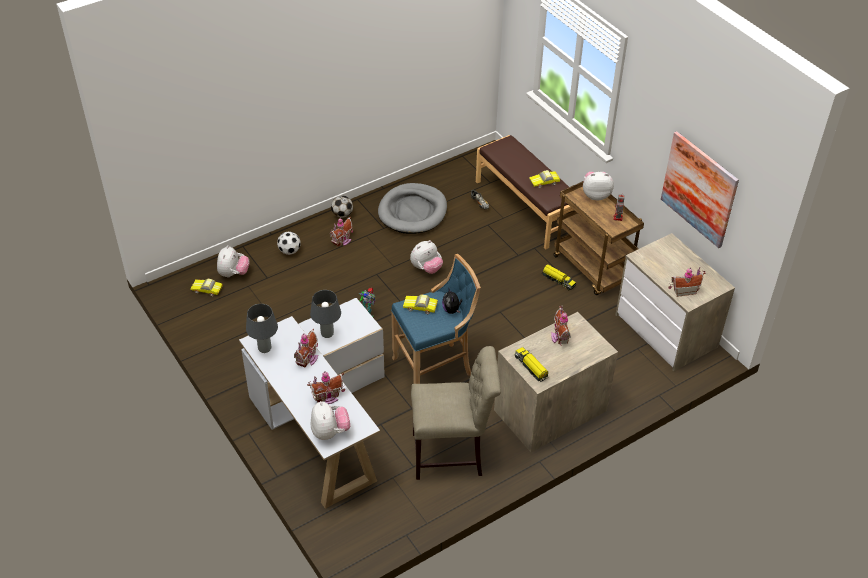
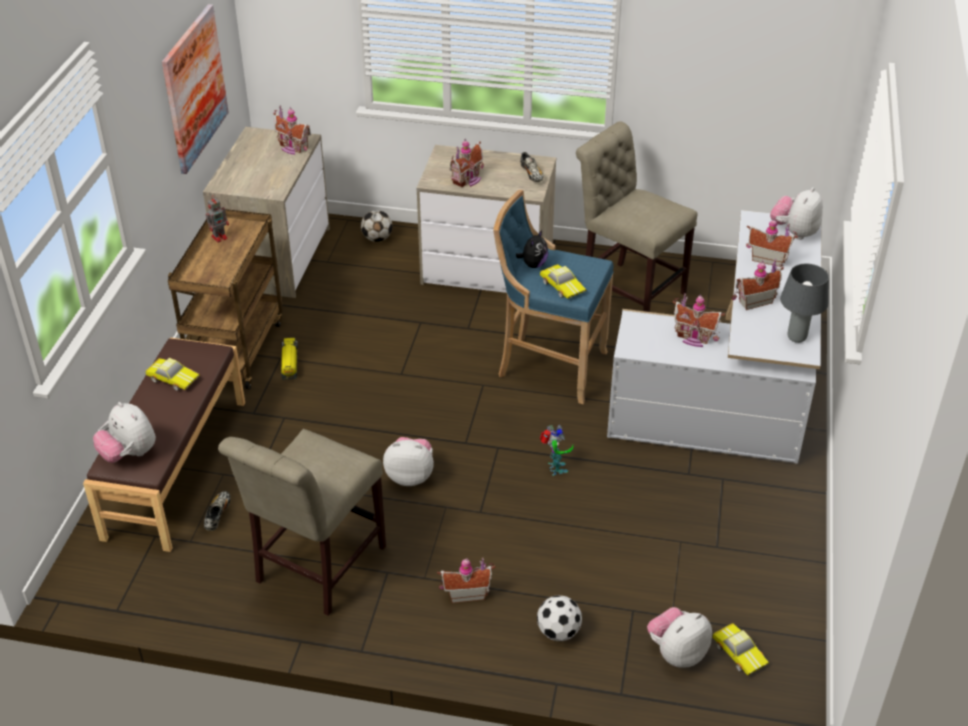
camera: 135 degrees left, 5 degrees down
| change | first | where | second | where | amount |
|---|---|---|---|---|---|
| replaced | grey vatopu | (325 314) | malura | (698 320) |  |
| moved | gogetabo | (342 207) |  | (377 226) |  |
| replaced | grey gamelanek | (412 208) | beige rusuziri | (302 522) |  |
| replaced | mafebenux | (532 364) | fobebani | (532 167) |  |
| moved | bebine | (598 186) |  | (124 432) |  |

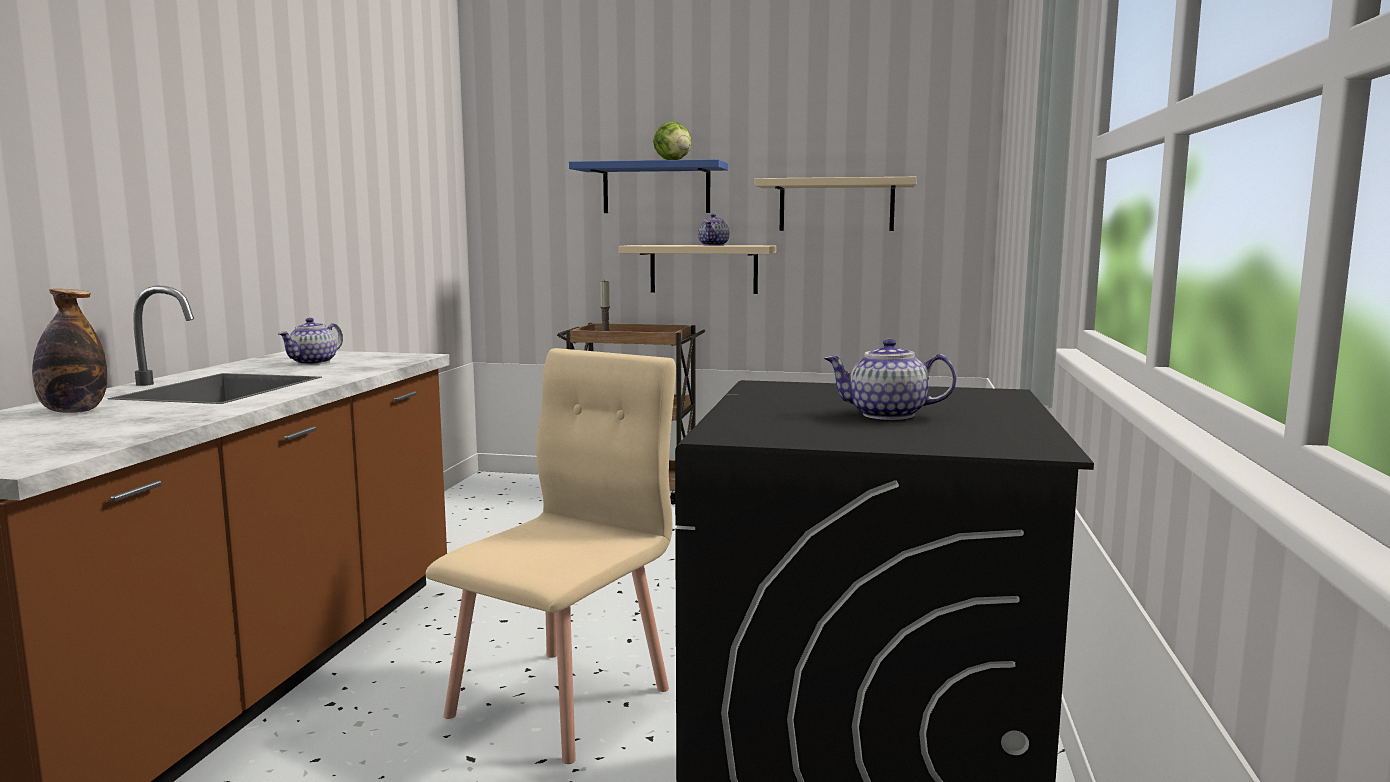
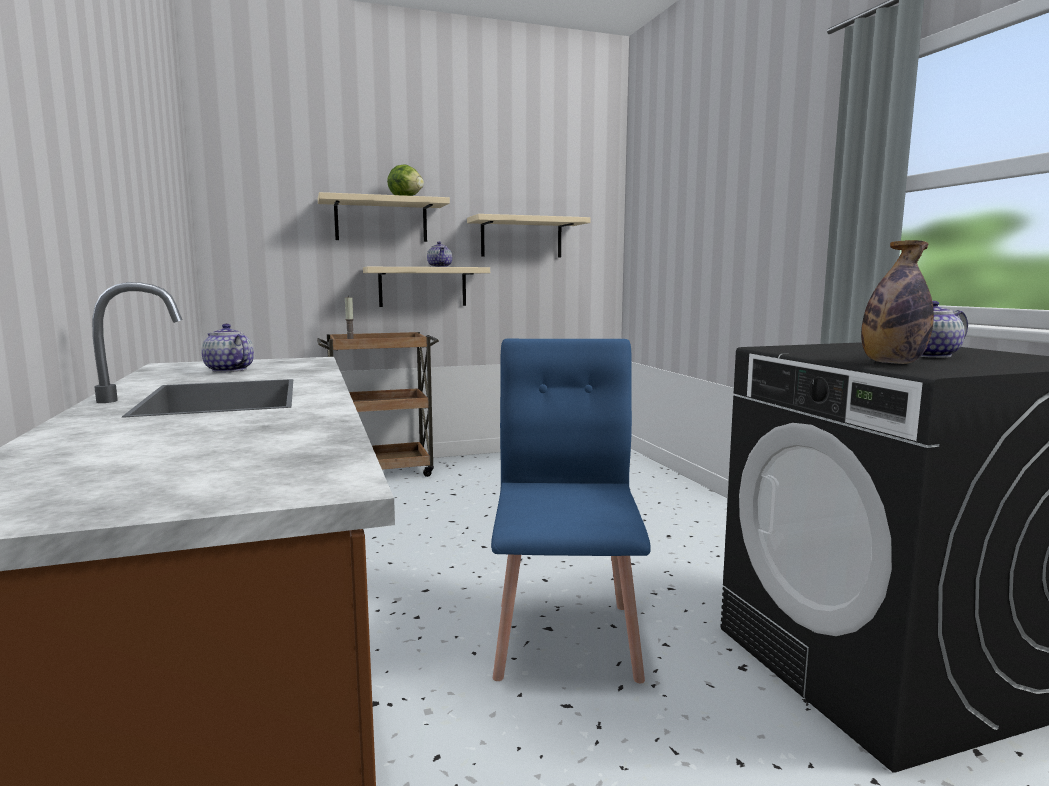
camera: 30 degrees left, 0 degrees up
| change | first | where | second | where | amount |
|---|---|---|---|---|---|
| moved | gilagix | (69 351) |  | (897 302) |  |
| turned | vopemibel | (310 341) |  | (227 348) | 135 degrees clockwise |
| recoloured | beige rusuziri | (551 556) | blue rusuziri | (571 511) |  |
| recoloured | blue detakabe | (648 186) | beige detakabe | (384 217) |  |

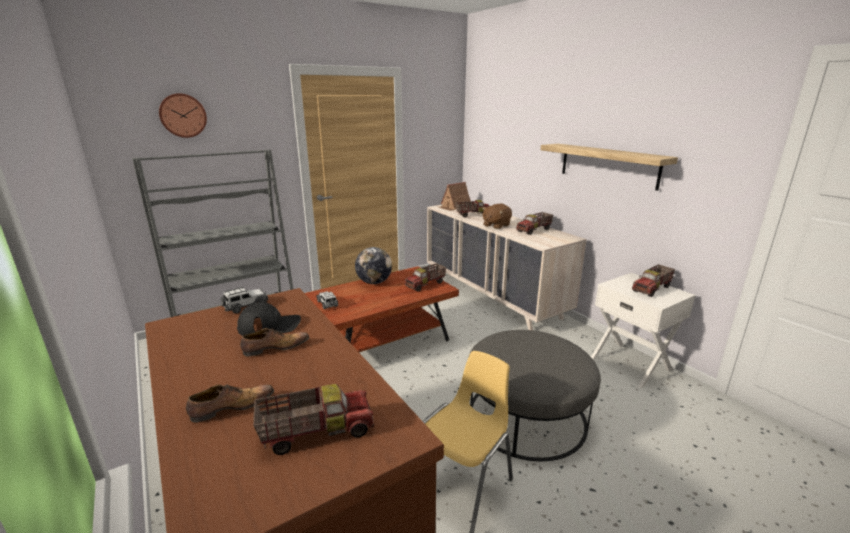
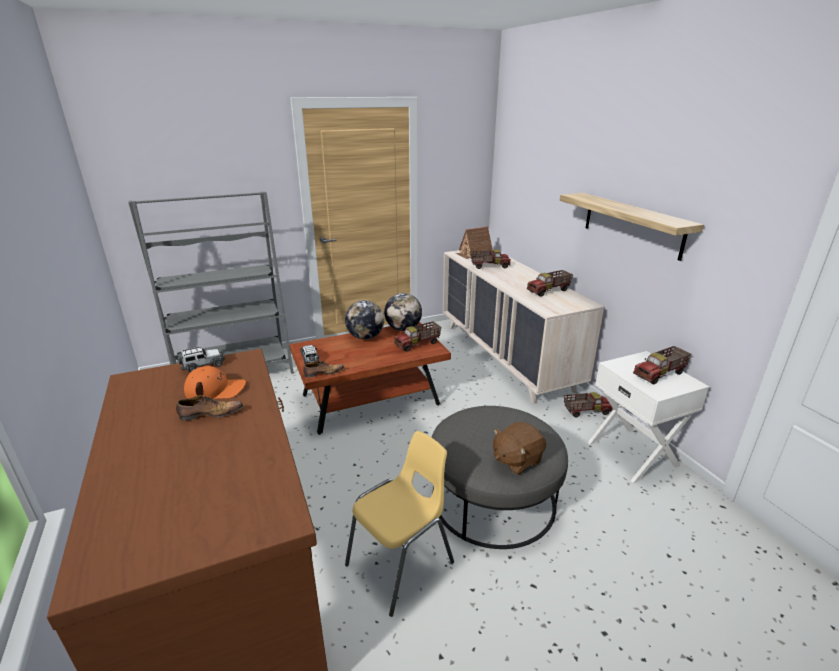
camera: 10 degrees right, 5 degrees up
| change | first | where | second | where | amount |
|---|---|---|---|---|---|
| removed | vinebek | (183 115) |  |  |  |
| moved | fobebani | (230 403) |  | (323 369) |  |
| recoloured | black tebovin | (269 319) | orange tebovin | (215 382) |  |
| moved | mafebenux | (313 419) |  | (588 404) |  |
| moved | brown bebine | (497 216) |  | (519 448) |  |
| added |  |  | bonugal | (403 312) |  |

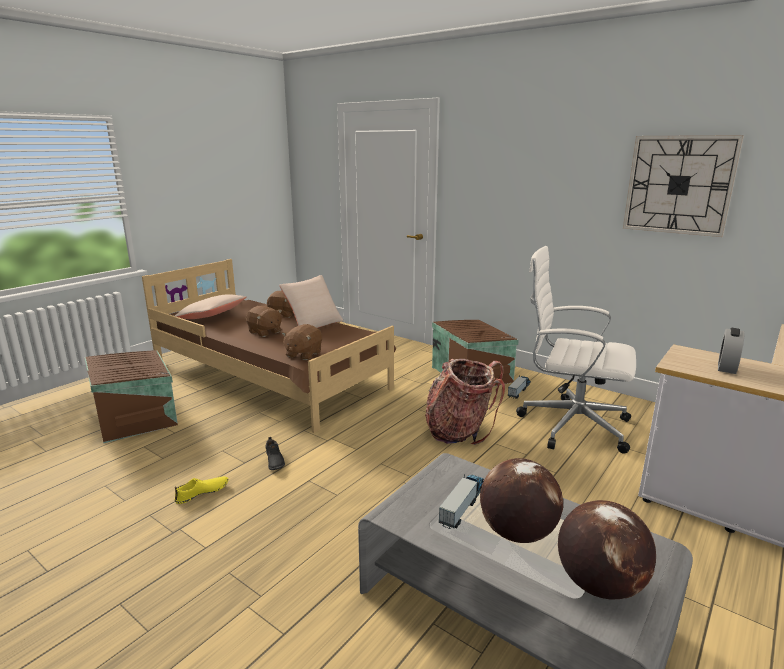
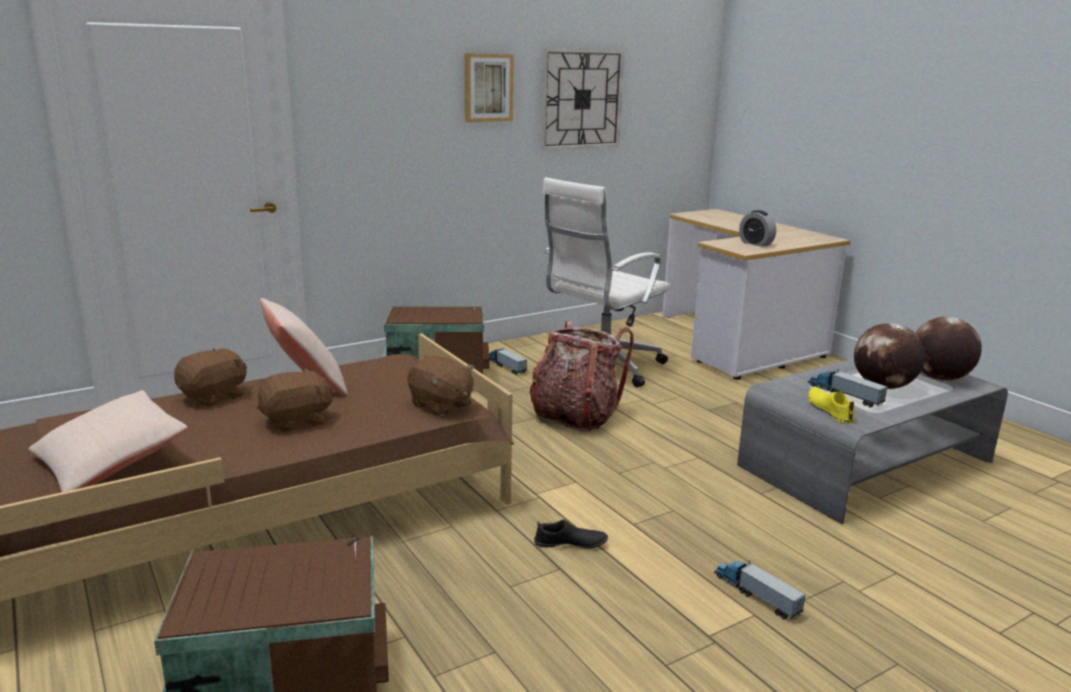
camera: 70 degrees left, 0 degrees up
| change | first | where | second | where | amount |
|---|---|---|---|---|---|
| moved | yellow fobebani | (201 490) |  | (831 405) |  |
| added |  |  | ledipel | (489 87) |  |
| added |  |  | mafebenux | (760 590) |  |

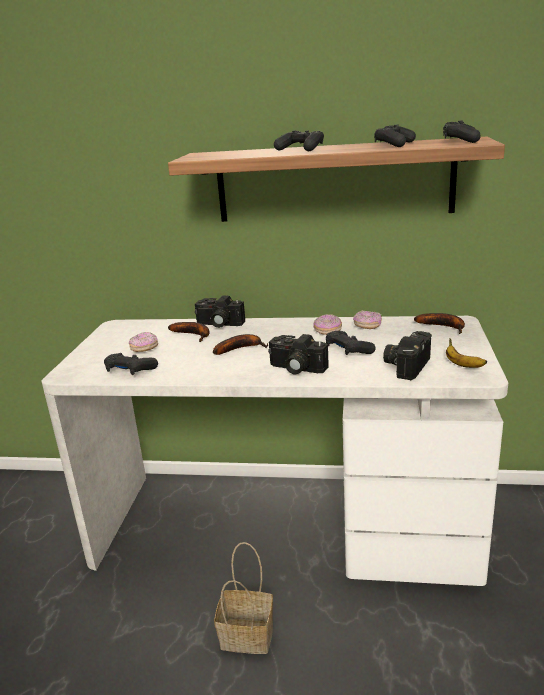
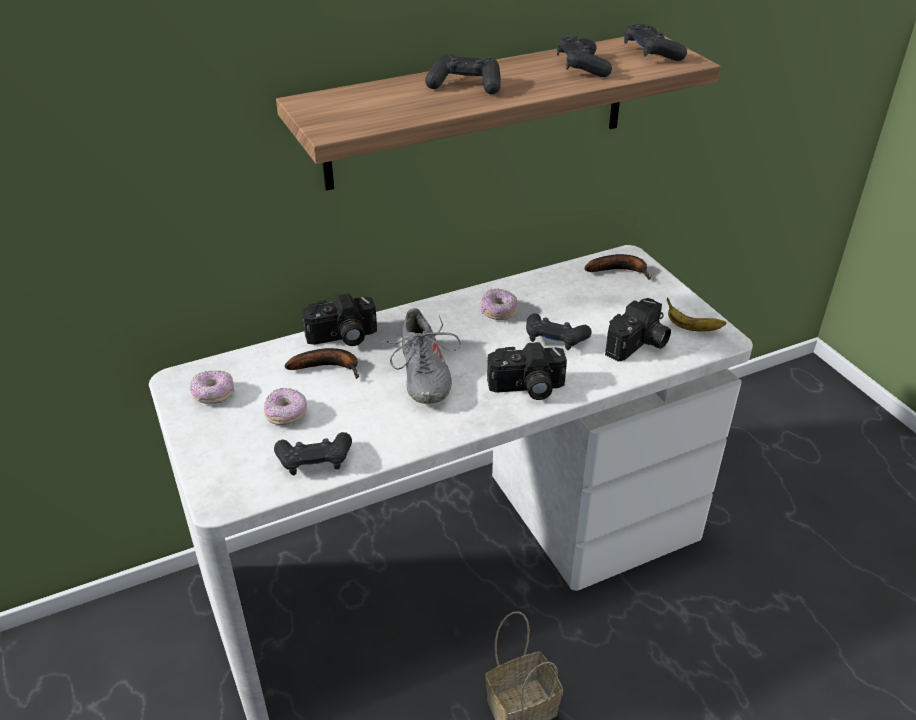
camera: 35 degrees left, 15 degrees up
| change | first | where | second | where | amount |
|---|---|---|---|---|---|
| replaced | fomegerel | (240 344) | grey fobebani | (420 356) |  |
| moved | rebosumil | (367 320) |  | (212 387) |  |
| turned | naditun | (407 355) |  | (638 330) | 135 degrees counterclockwise |

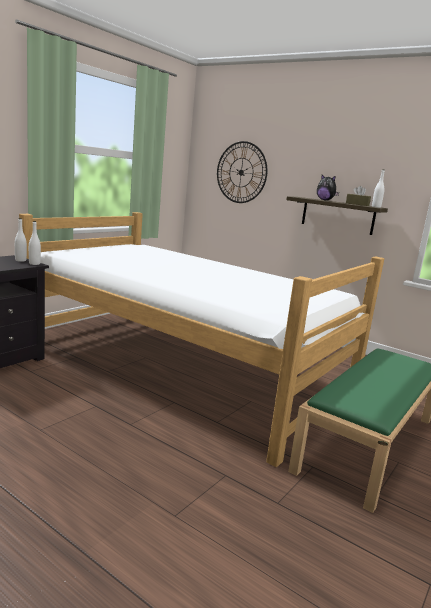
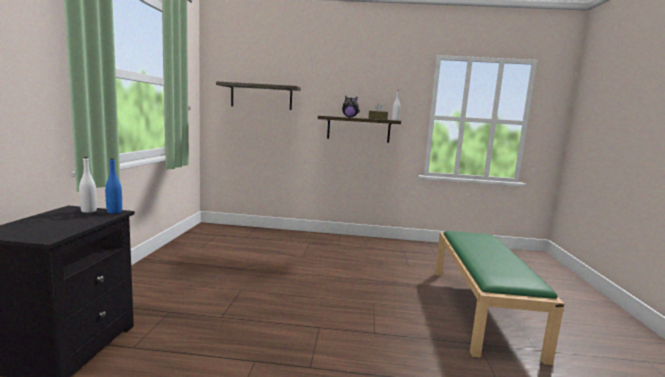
camera: 30 degrees left, 5 degrees down
| change | first | where | second | where | amount |
|---|---|---|---|---|---|
| removed | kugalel | (201 339) |  |  |  |
| recoloured | white gilagix | (35 243) | blue gilagix | (113 186) |  |
| replaced | vinebek | (242 172) | detakabe | (258 95) |  |

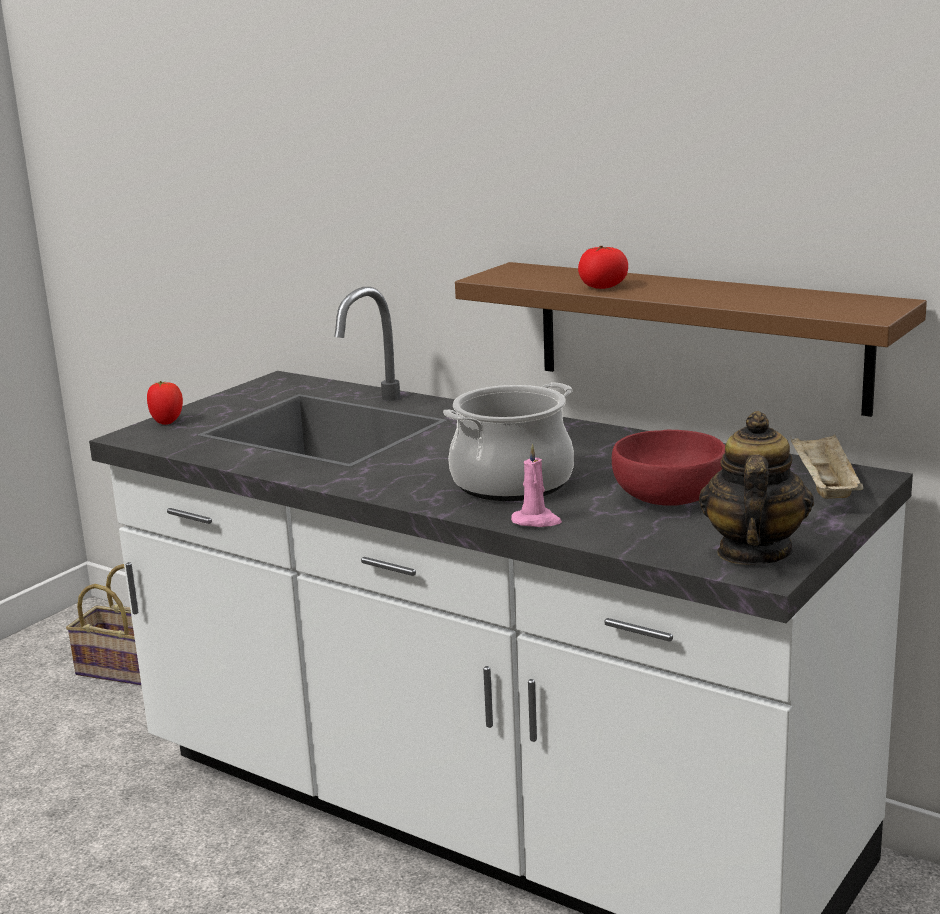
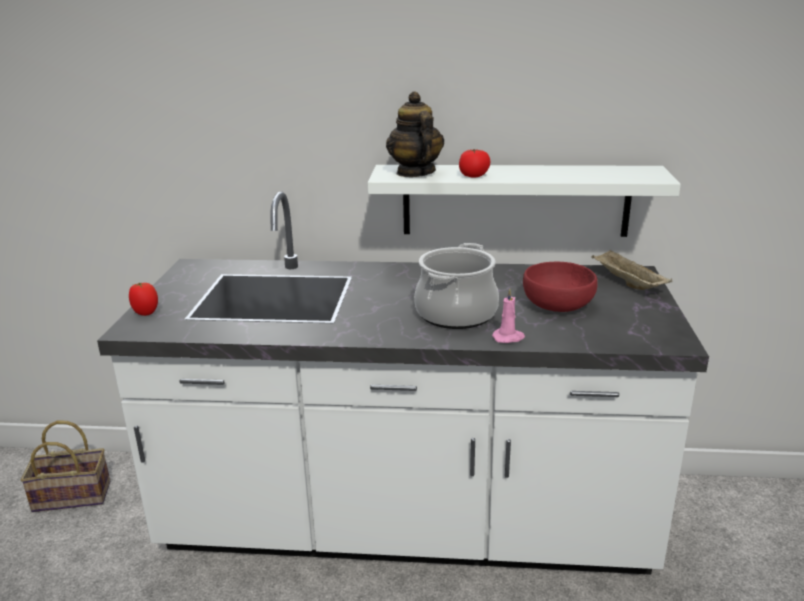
camera: 30 degrees left, 5 degrees up
| change | first | where | second | where | amount |
|---|---|---|---|---|---|
| recoloured | brown detakabe | (691 339) | white detakabe | (524 201) |  |
| moved | vopemibel | (756 488) |  | (415 134) |  |

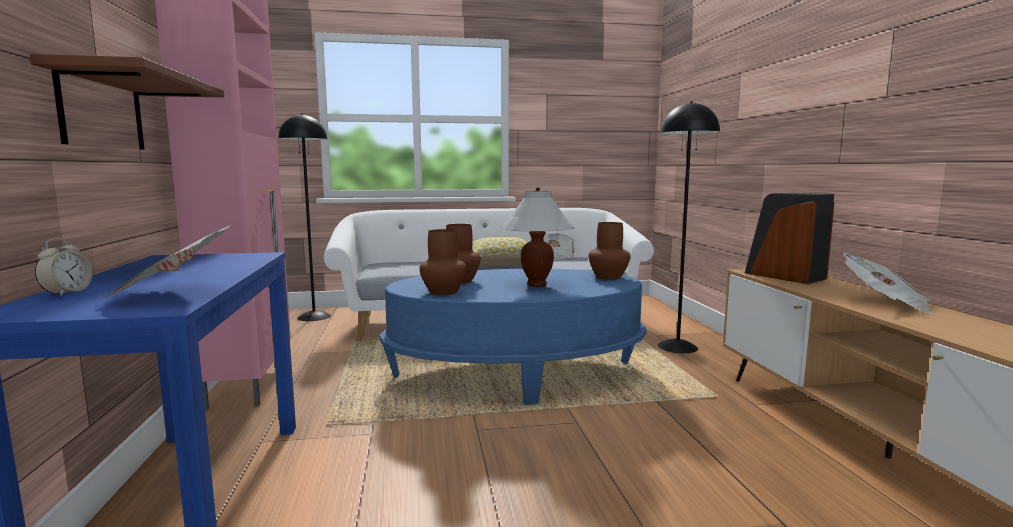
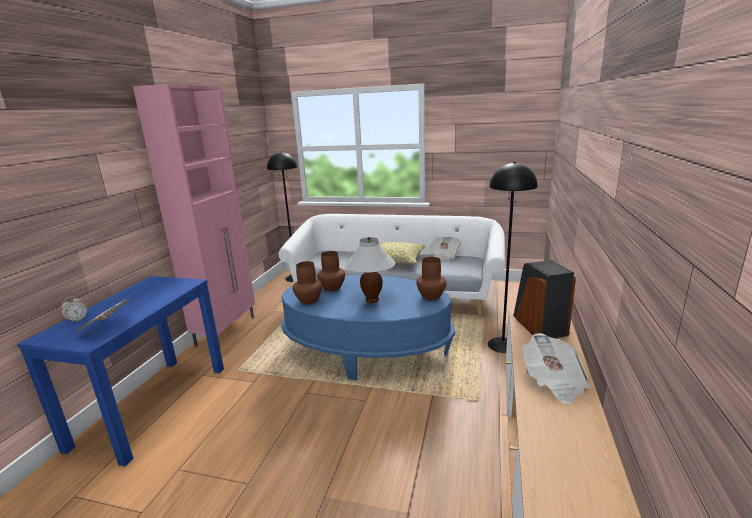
camera: 25 degrees right, 10 degrees up
| change | first | where | second | where | amount |
|---|---|---|---|---|---|
| removed | brown detakabe | (127 102) |  |  |  |

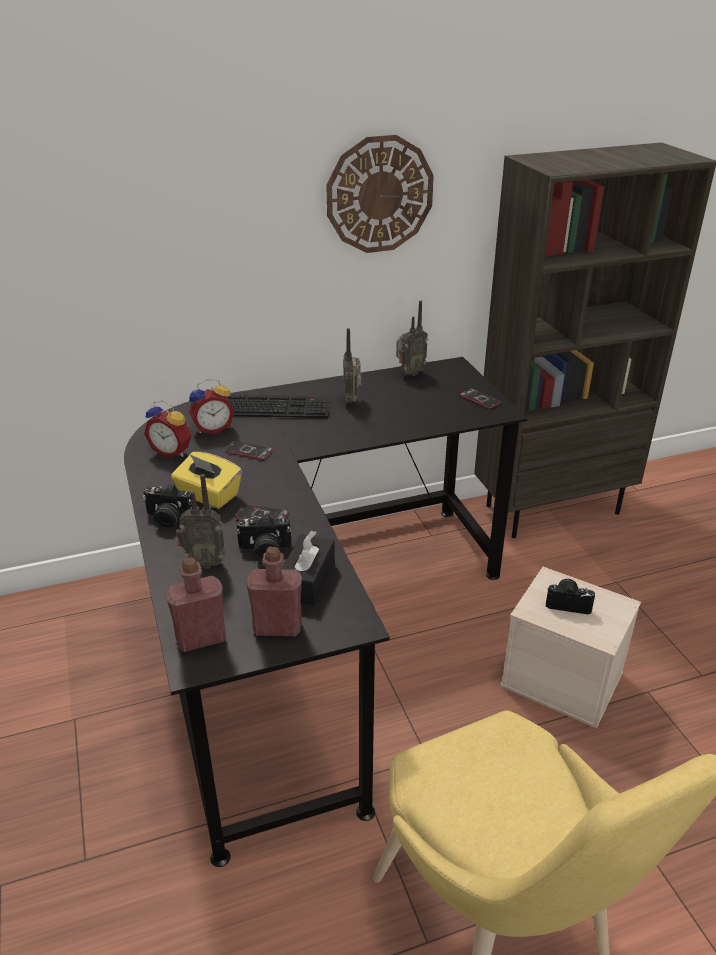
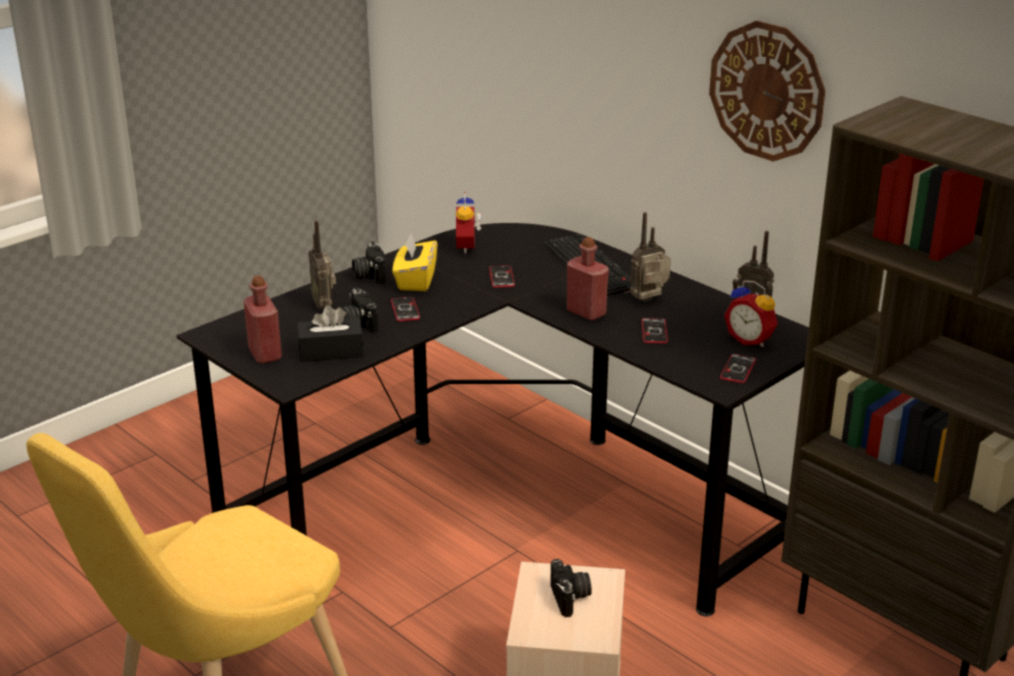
camera: 65 degrees right, 5 degrees down
| change | first | where | second | where | amount |
|---|---|---|---|---|---|
| moved | red gilagix | (195 604) |  | (588 279) |  |
| moved | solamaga | (212 406) |  | (751 314) |  |
| added |  |  | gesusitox | (655 330) |  |

